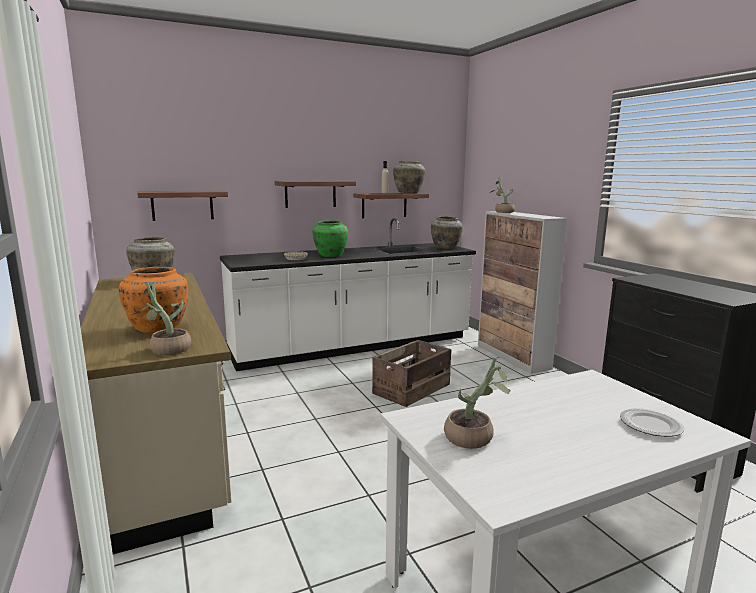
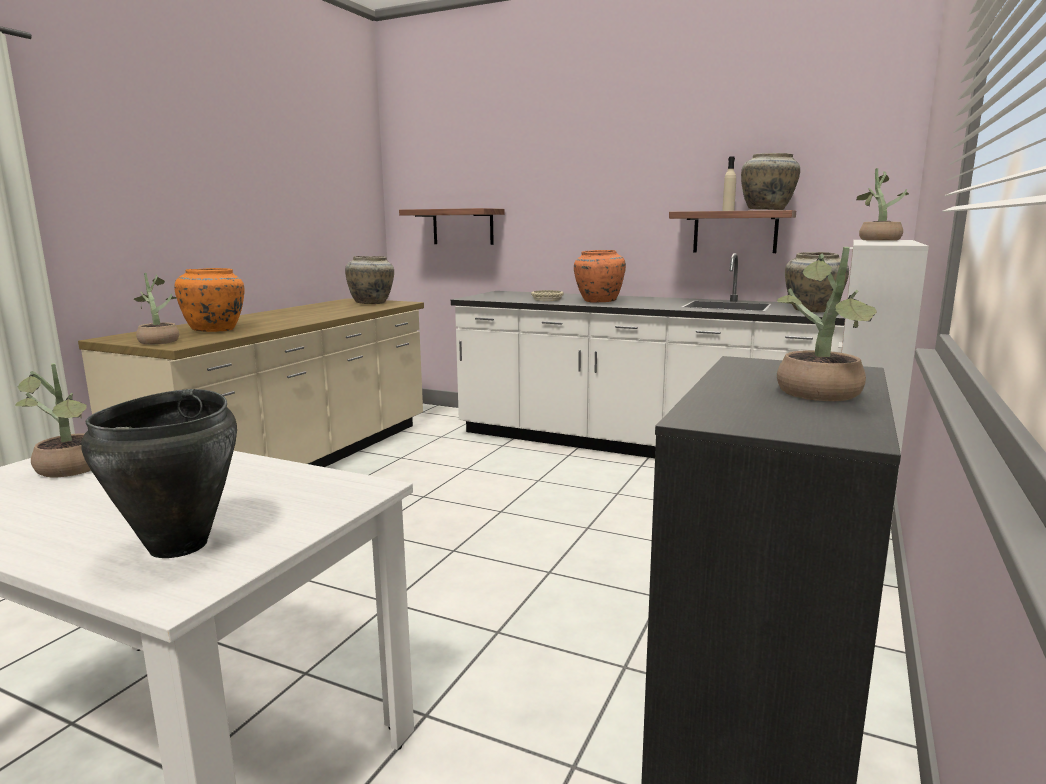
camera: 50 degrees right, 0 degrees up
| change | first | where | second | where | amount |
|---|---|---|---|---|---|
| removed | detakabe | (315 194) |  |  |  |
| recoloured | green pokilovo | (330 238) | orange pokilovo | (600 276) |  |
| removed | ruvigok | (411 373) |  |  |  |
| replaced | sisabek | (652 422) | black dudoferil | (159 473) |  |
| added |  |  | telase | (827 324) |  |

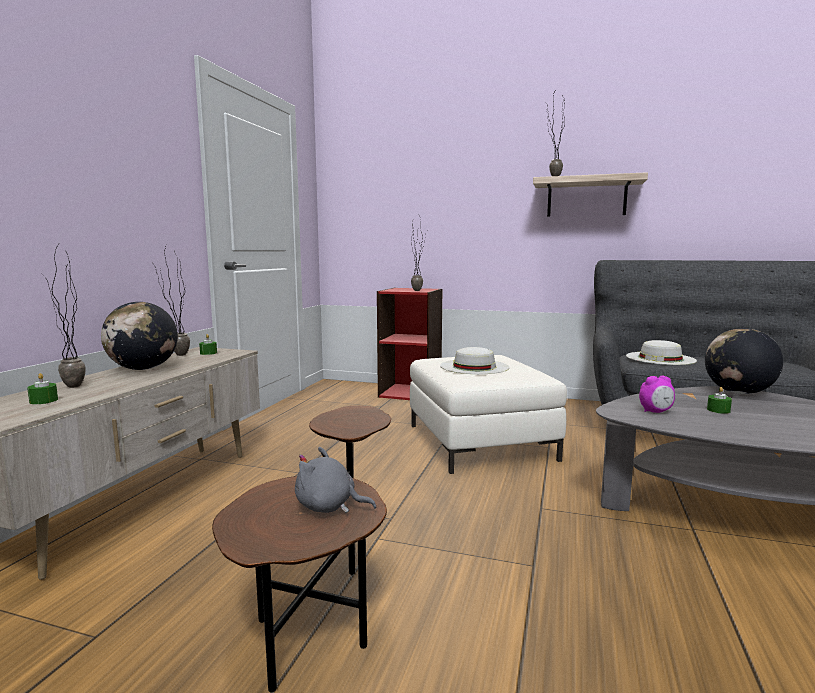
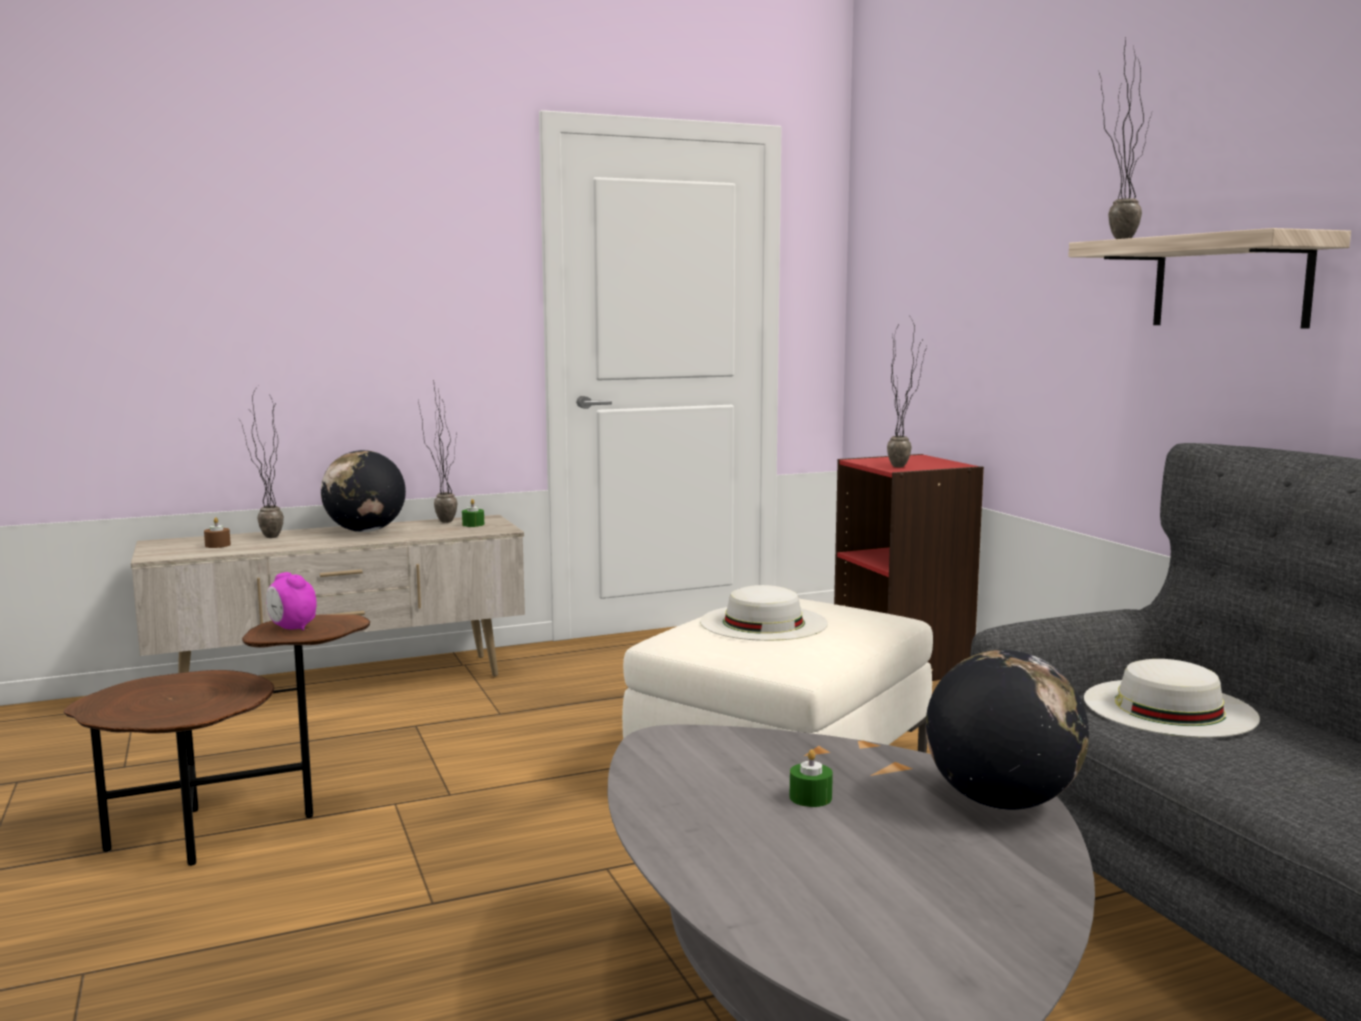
camera: 50 degrees right, 0 degrees up
| change | first | where | second | where | amount |
|---|---|---|---|---|---|
| recoloured | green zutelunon | (42 388) | brown zutelunon | (217 532) |  |
| removed | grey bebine | (335 480) |  |  |  |
| moved | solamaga | (657 394) |  | (291 601) |  |

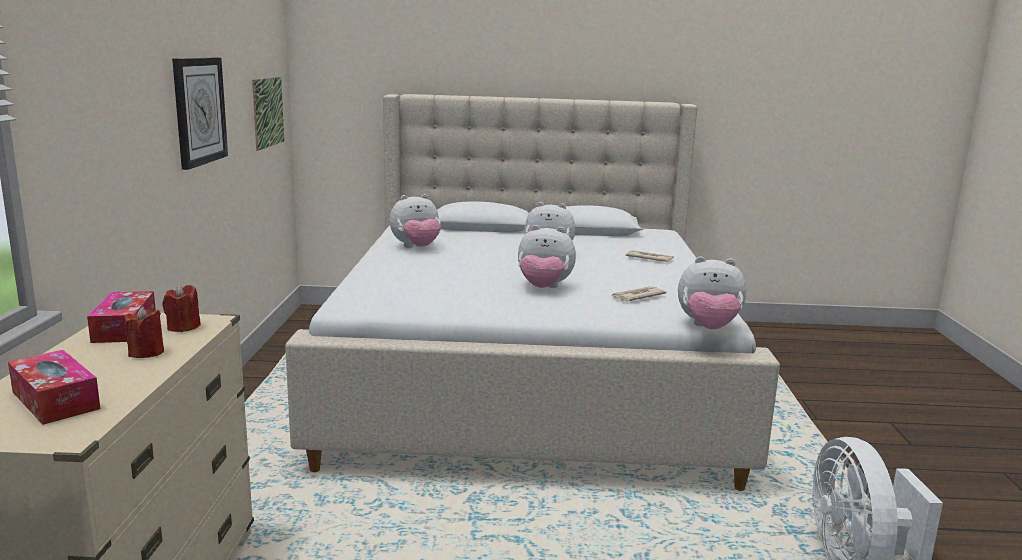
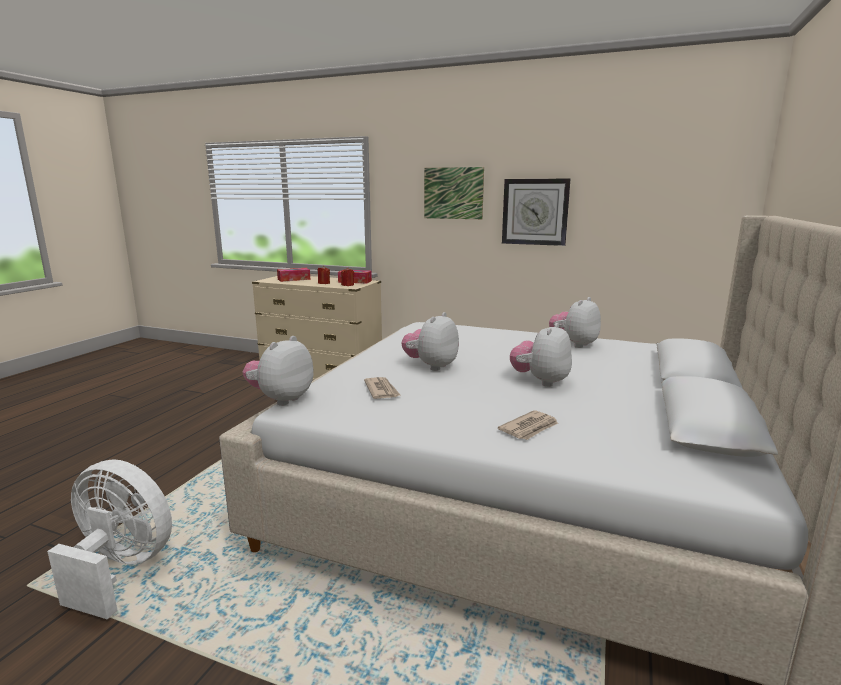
camera: 110 degrees right, 0 degrees up
| change | first | where | second | where | amount |
|---|---|---|---|---|---|
| moved | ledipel | (268 114) |  | (454 193) |  |
| turned | bebine | (415 221) |  | (575 322) | 45 degrees clockwise |

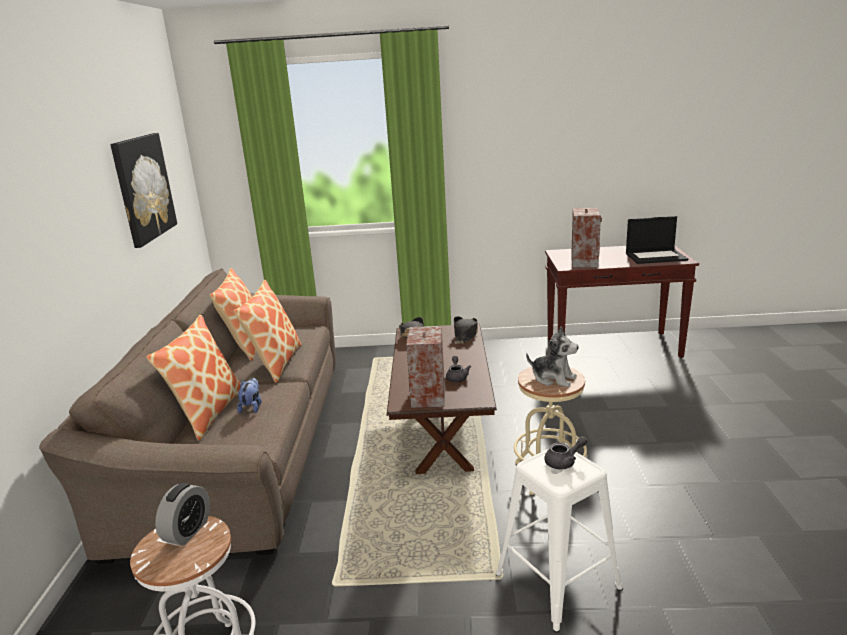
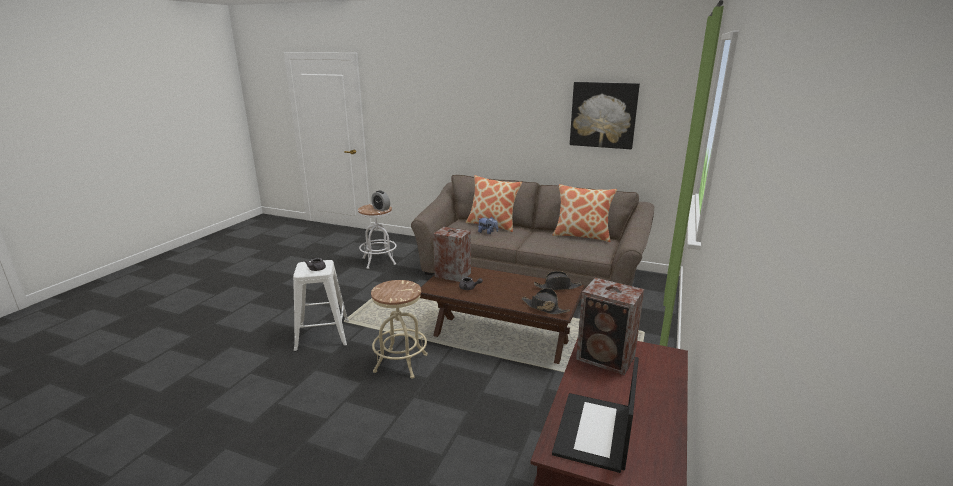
camera: 110 degrees right, 0 degrees up
| change | first | where | second | where | amount |
|---|---|---|---|---|---|
| removed | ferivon | (268 331) |  |  |  |
| removed | bebine | (552 356) |  |  |  |

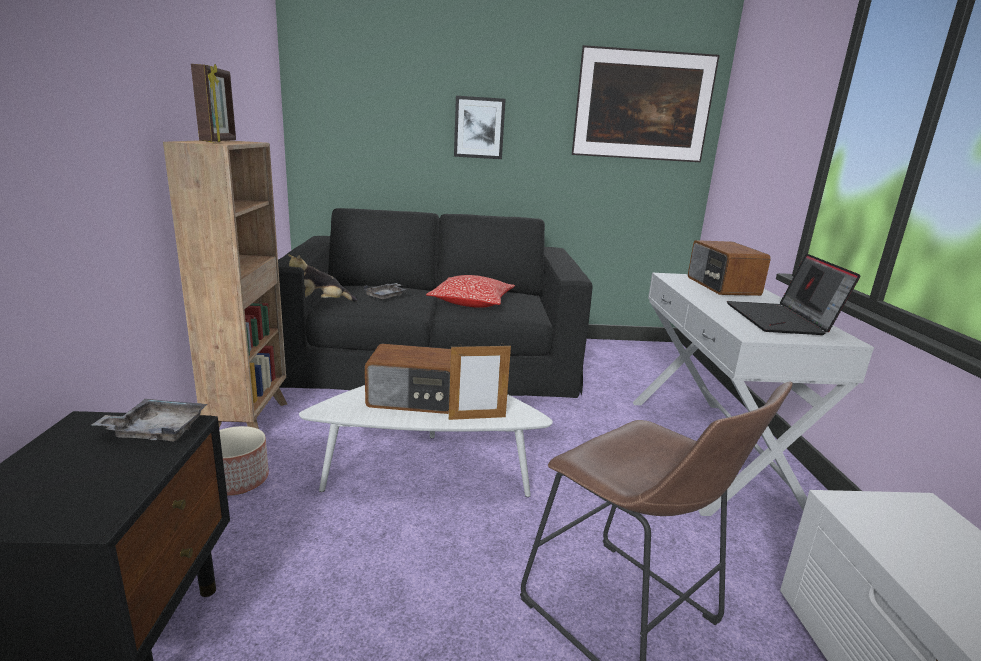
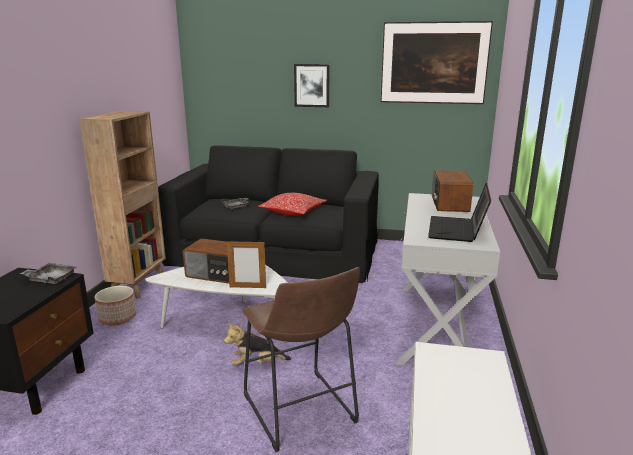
camera: 15 degrees right, 0 degrees up
| change | first | where | second | where | amount |
|---|---|---|---|---|---|
| removed | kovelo | (213 103) |  |  |  |
| moved | bebine | (322 277) |  | (257 344) |  |

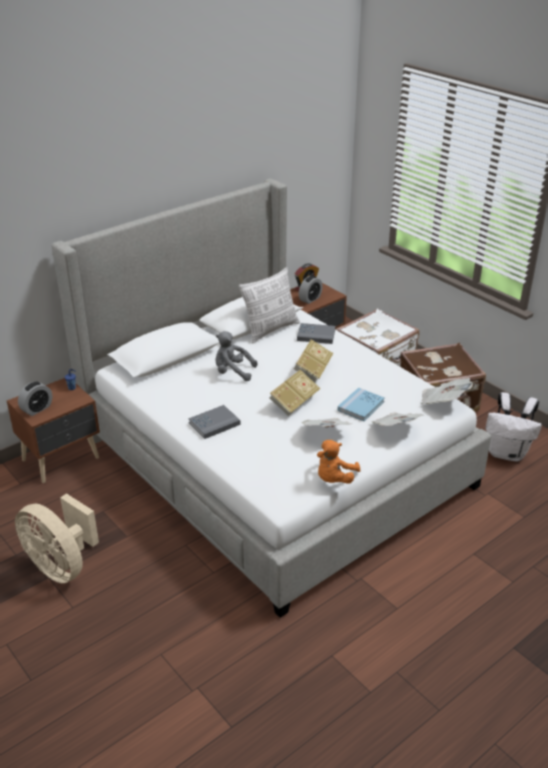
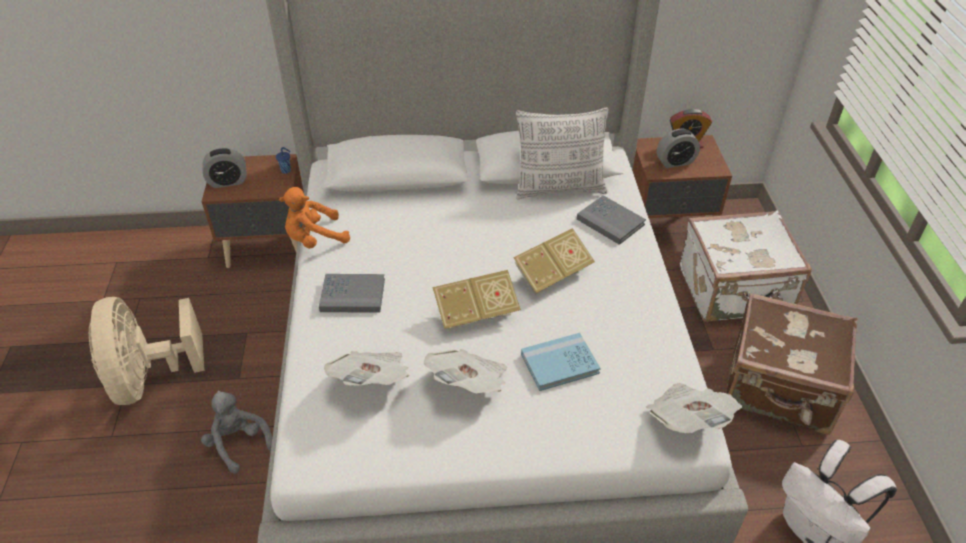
camera: 35 degrees right, 10 degrees up
| change | first | where | second | where | amount |
|---|---|---|---|---|---|
| moved | grey bebine | (236 356) |  | (236 432) |  |
| moved | orange bebine | (338 462) |  | (314 218) |  |
| moved | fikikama | (397 419) |  | (366 368) |  |

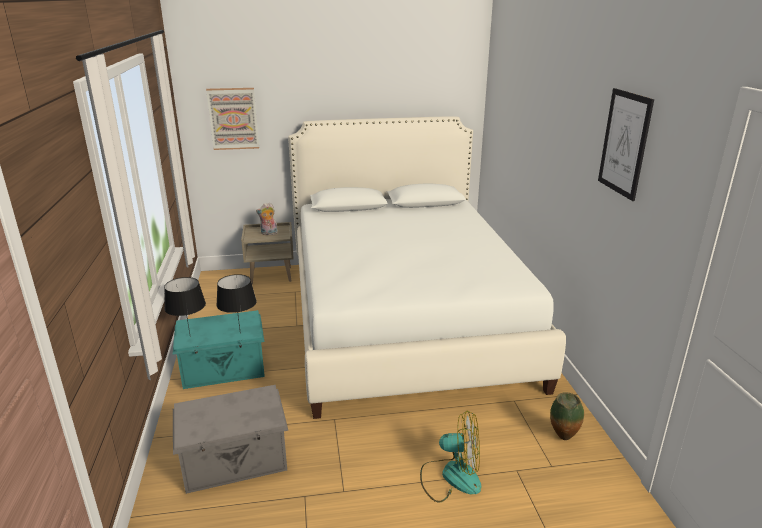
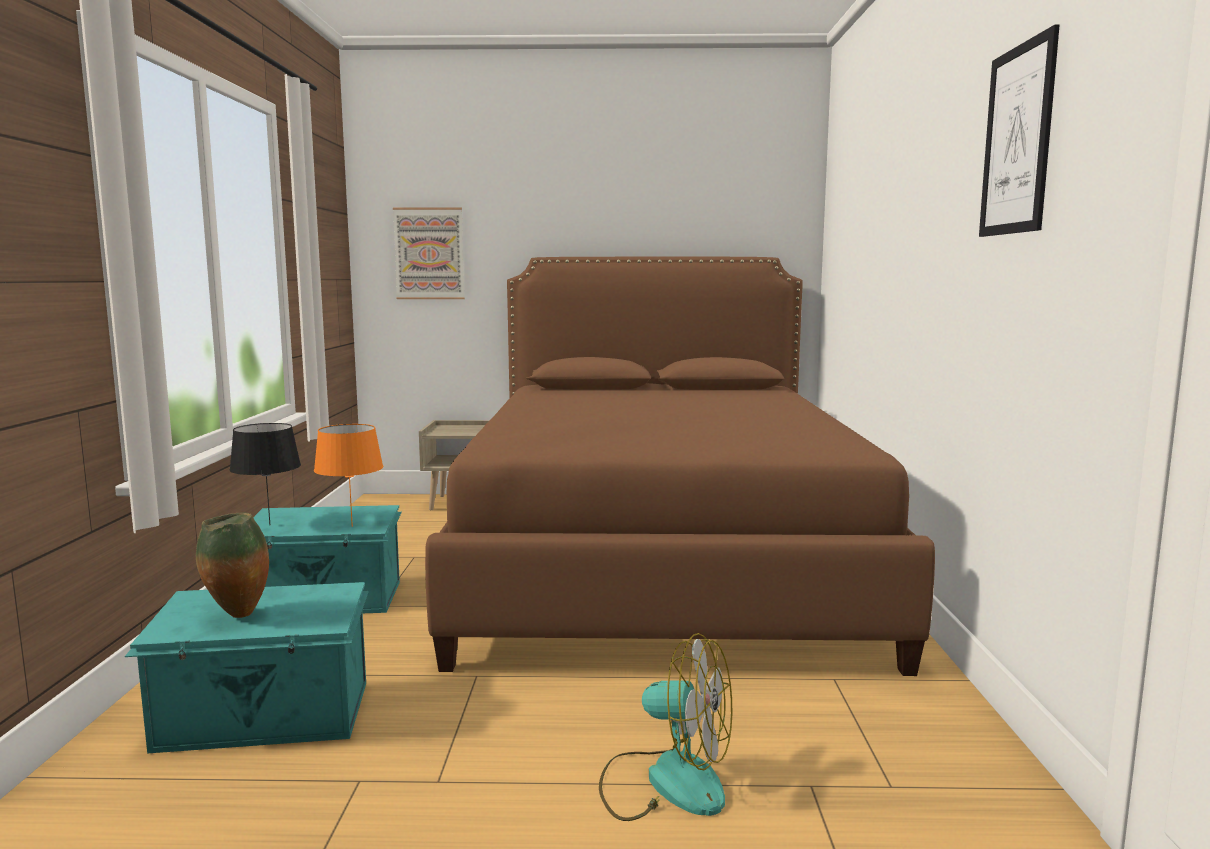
camera: 10 degrees right, 15 degrees down
| change | first | where | second | where | amount |
|---|---|---|---|---|---|
| recoloured | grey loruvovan | (230 439) | turquoise loruvovan | (247 668) |  |
| recoloured | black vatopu | (236 301) | orange vatopu | (348 475) |  |
| removed | bebine | (267 219) |  |  |  |
| recoloured | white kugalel | (427 267) | brown kugalel | (680 466) |  |
| moved | pokilovo | (567 416) |  | (232 565) |  |

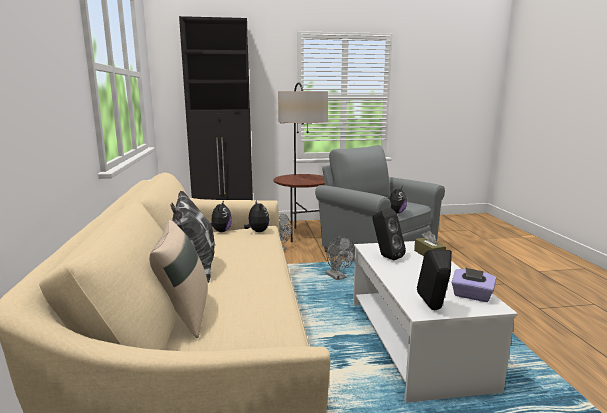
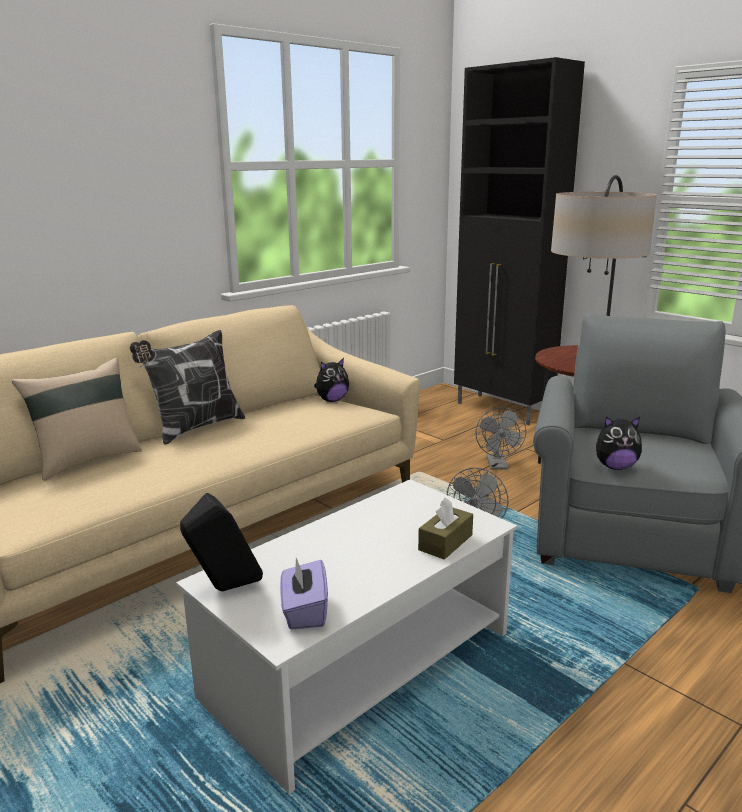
camera: 55 degrees right, 5 degrees up
| change | first | where | second | where | amount |
|---|---|---|---|---|---|
| removed | bebine | (256 215) |  |  |  |
| removed | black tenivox | (389 234) |  |  |  |

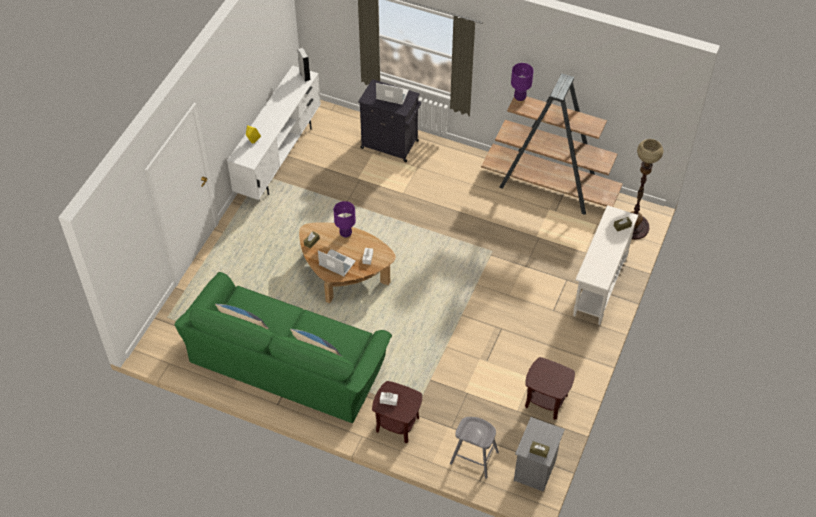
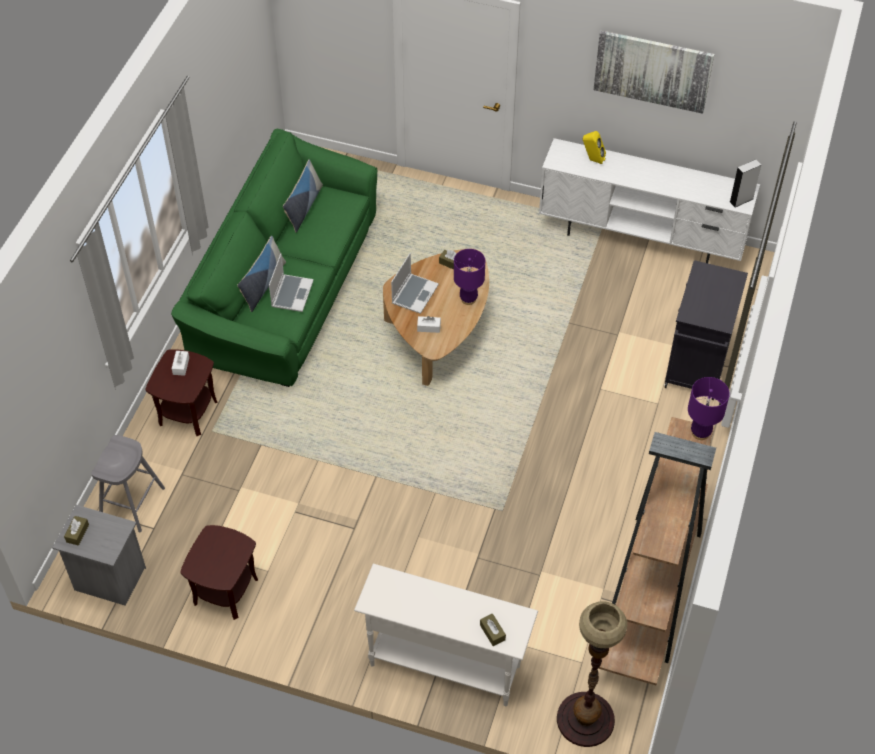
camera: 85 degrees right, 0 degrees up
| change | first | where | second | where | amount |
|---|---|---|---|---|---|
| moved | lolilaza | (392 94) |  | (291 283) |  |
| added |  |  | ledipel | (654 72) |  |

